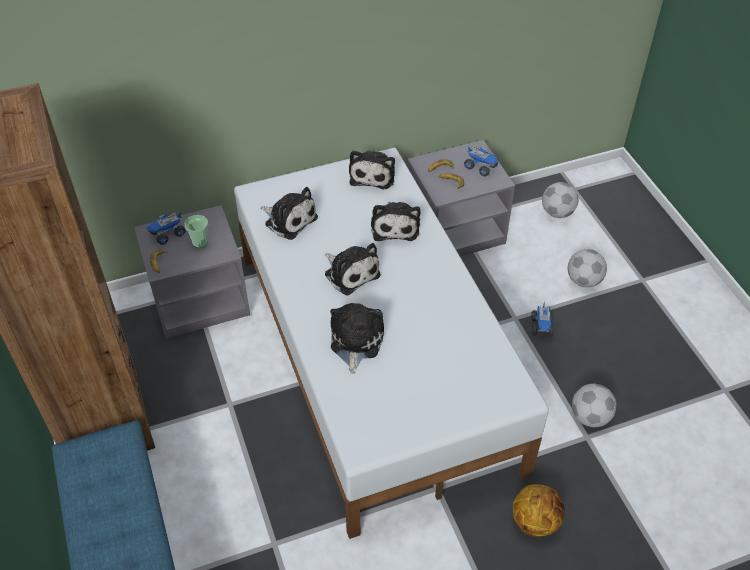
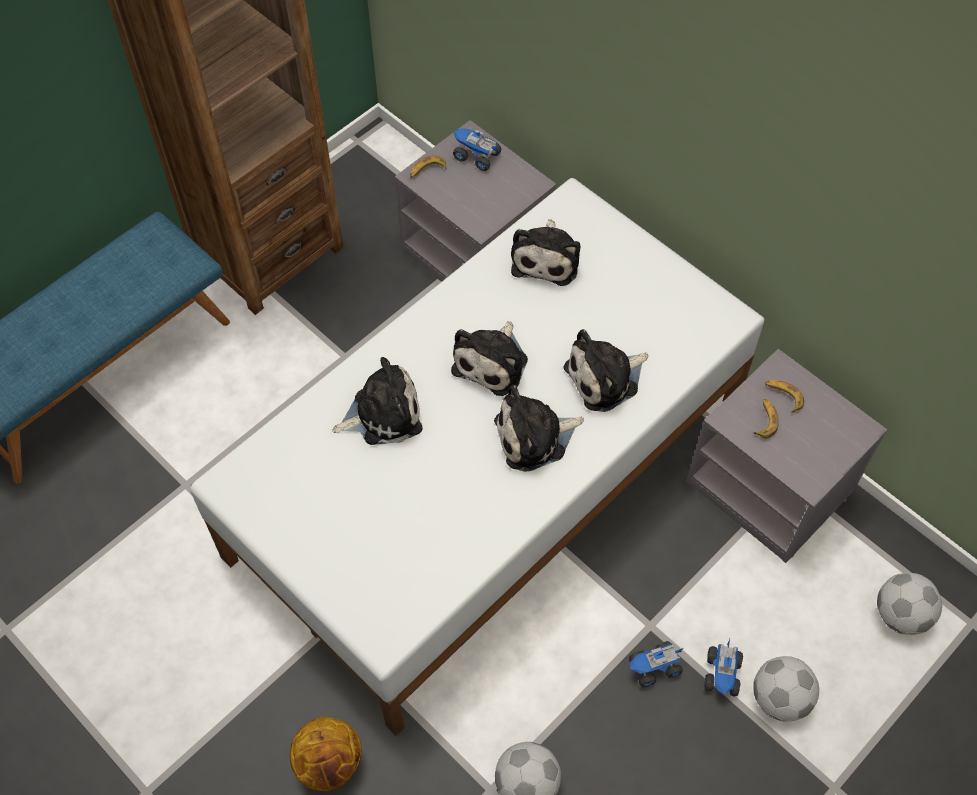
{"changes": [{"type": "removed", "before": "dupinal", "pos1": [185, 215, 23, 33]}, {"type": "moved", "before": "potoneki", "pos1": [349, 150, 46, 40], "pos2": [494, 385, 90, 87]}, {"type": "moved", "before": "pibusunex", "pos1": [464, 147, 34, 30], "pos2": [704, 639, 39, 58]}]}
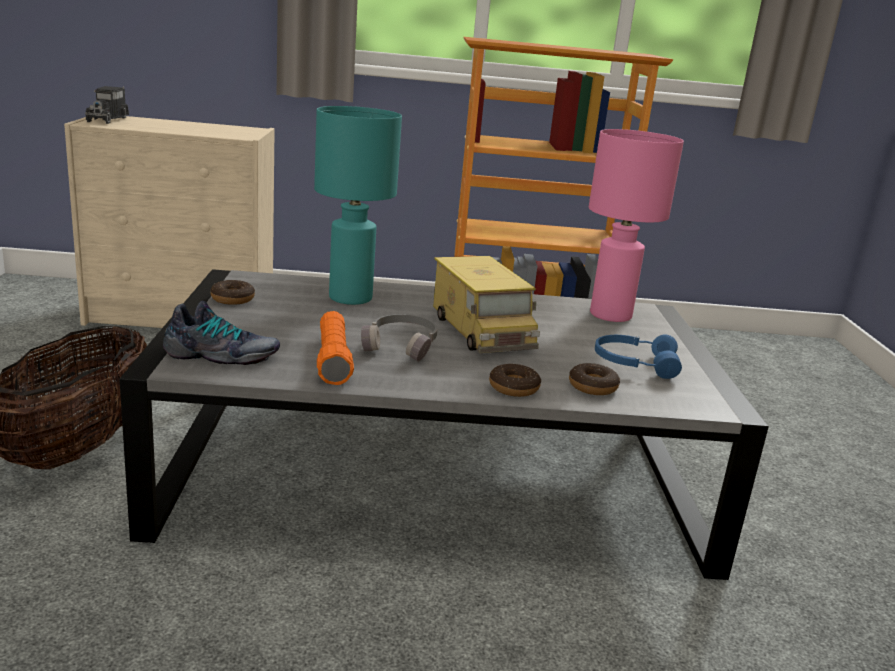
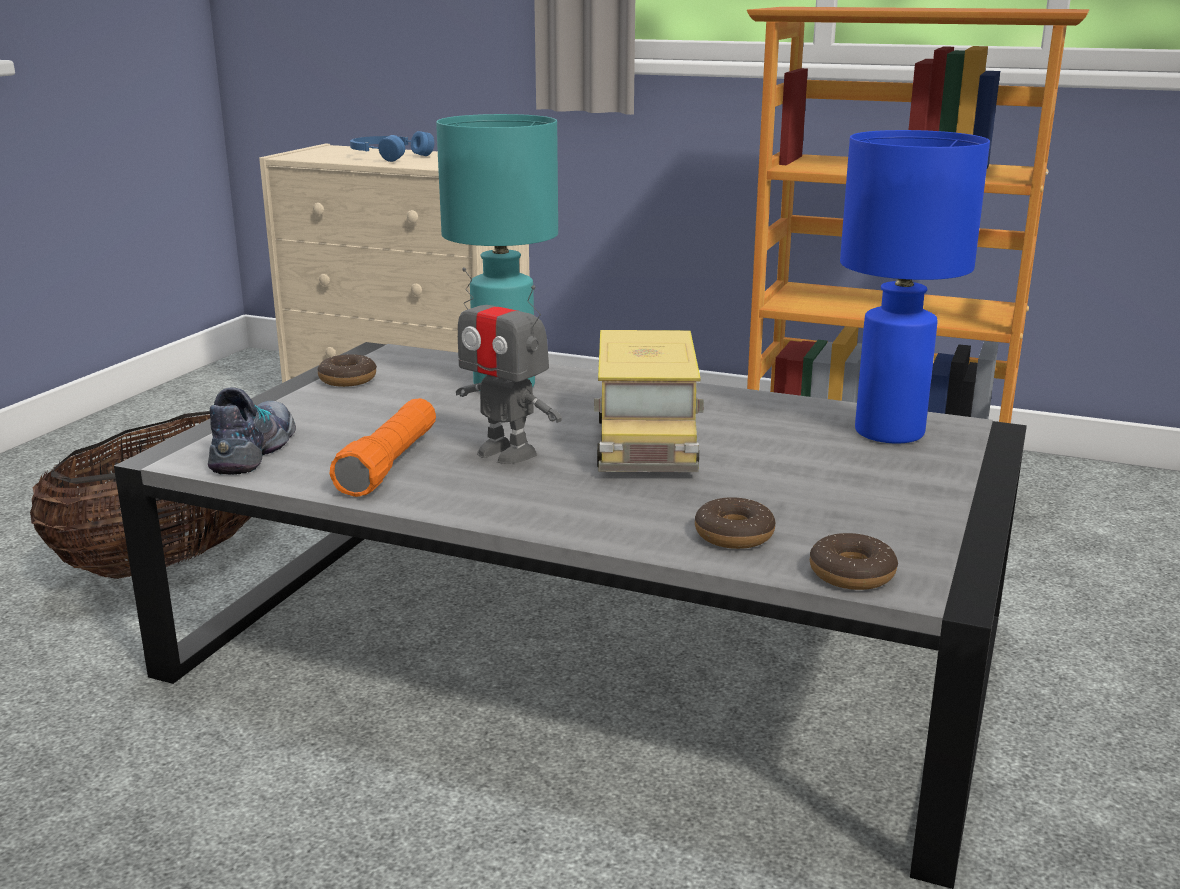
{"changes": [{"type": "removed", "before": "pibusunex", "pos1": [85, 86, 44, 38]}, {"type": "moved", "before": "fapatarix", "pos1": [489, 364, 52, 33], "pos2": [810, 533, 88, 57]}, {"type": "moved", "before": "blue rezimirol", "pos1": [595, 334, 87, 45], "pos2": [350, 131, 84, 31]}, {"type": "replaced", "before": "grey rezimirol", "after": "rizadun", "pos1": [361, 314, 76, 47], "pos2": [456, 267, 106, 197]}, {"type": "recoloured", "before": "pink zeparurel", "after": "blue zeparurel", "pos1": [589, 129, 95, 193], "pos2": [840, 130, 150, 313]}, {"type": "turned", "before": "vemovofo", "pos1": [163, 301, 117, 64], "pos2": [208, 387, 88, 88], "turn": -105}]}
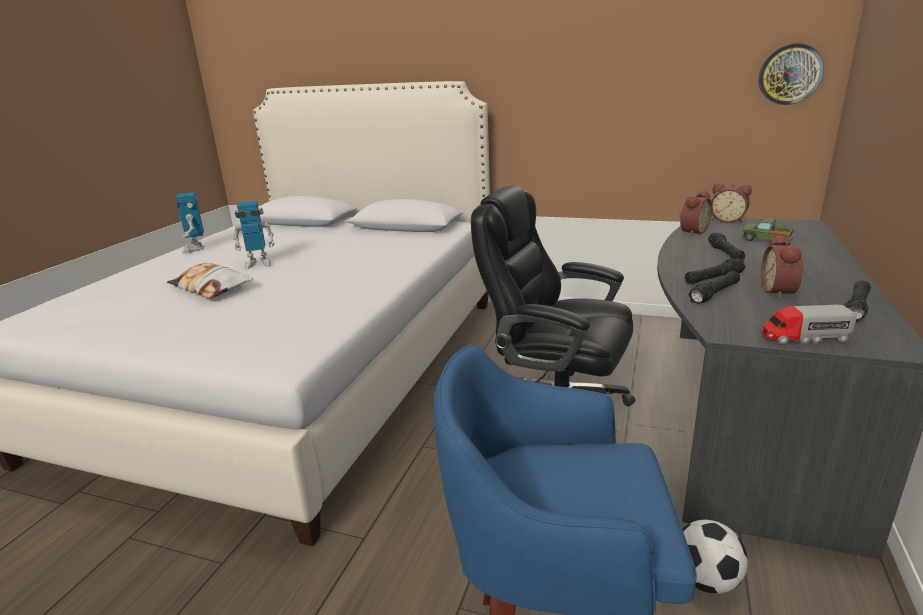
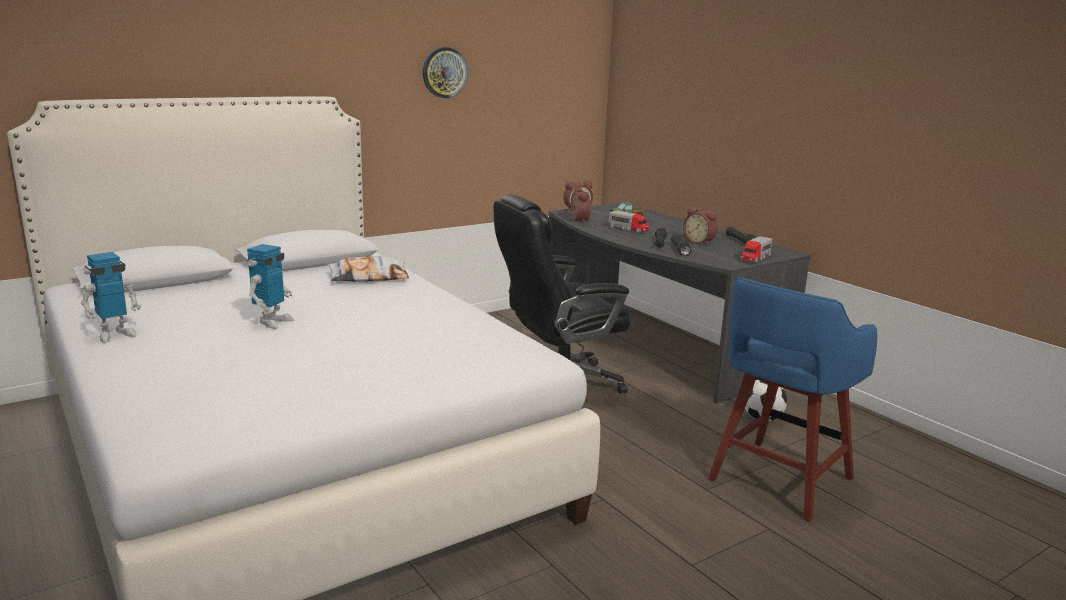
{"changes": [{"type": "moved", "before": "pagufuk", "pos1": [167, 263, 86, 35], "pos2": [327, 256, 82, 26]}, {"type": "moved", "before": "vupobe", "pos1": [759, 43, 65, 62], "pos2": [423, 47, 45, 51]}, {"type": "replaced", "before": "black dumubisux", "after": "pibusunex", "pos1": [708, 232, 37, 28], "pos2": [609, 210, 40, 23]}, {"type": "turned", "before": "rizadun", "pos1": [176, 192, 28, 62], "pos2": [81, 252, 60, 91], "turn": -60}]}
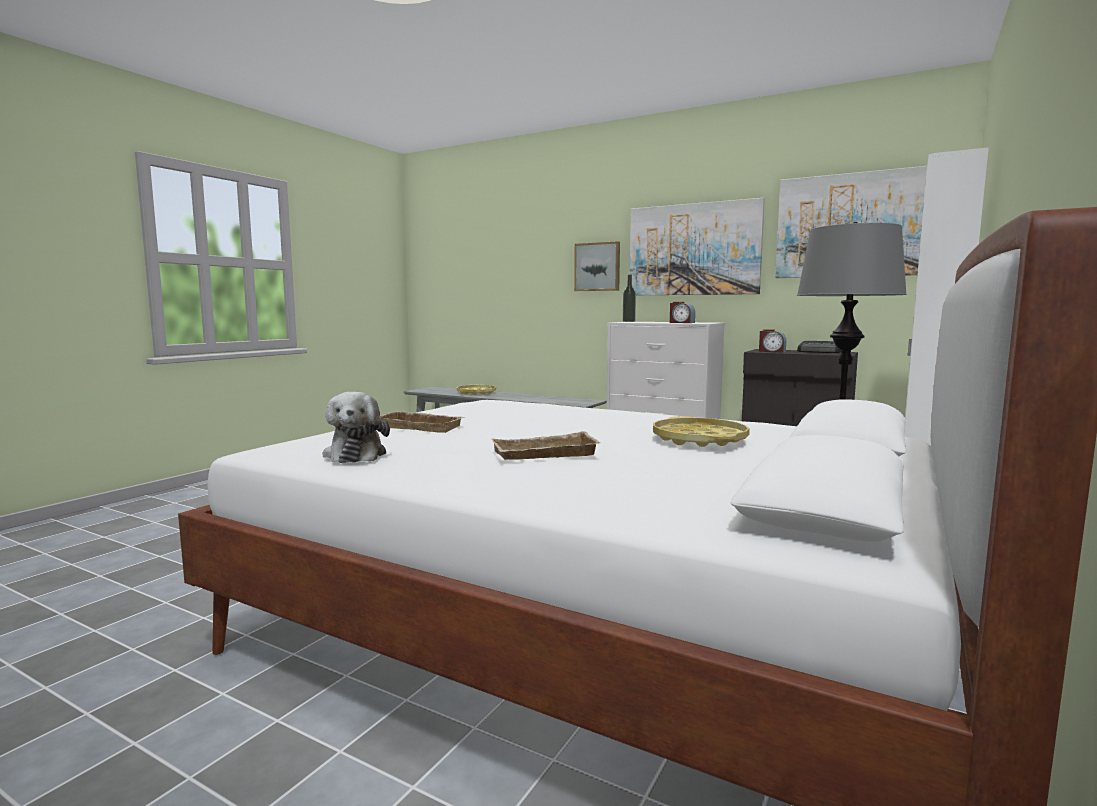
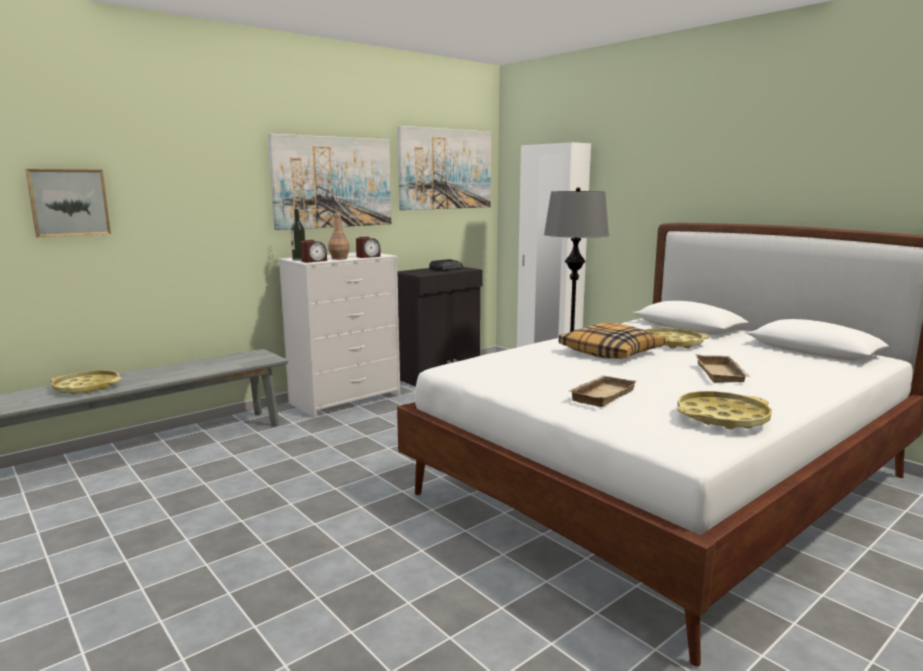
{"changes": [{"type": "added", "after": "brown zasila", "pos2": [328, 213, 22, 47]}, {"type": "added", "after": "pagufuk", "pos2": [559, 323, 106, 36]}, {"type": "moved", "before": "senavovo", "pos1": [574, 241, 46, 50], "pos2": [25, 169, 86, 69]}, {"type": "moved", "before": "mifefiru", "pos1": [759, 329, 27, 24], "pos2": [300, 240, 27, 23]}, {"type": "replaced", "before": "potoneki", "after": "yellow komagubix", "pos1": [322, 392, 68, 71], "pos2": [677, 391, 95, 38]}]}
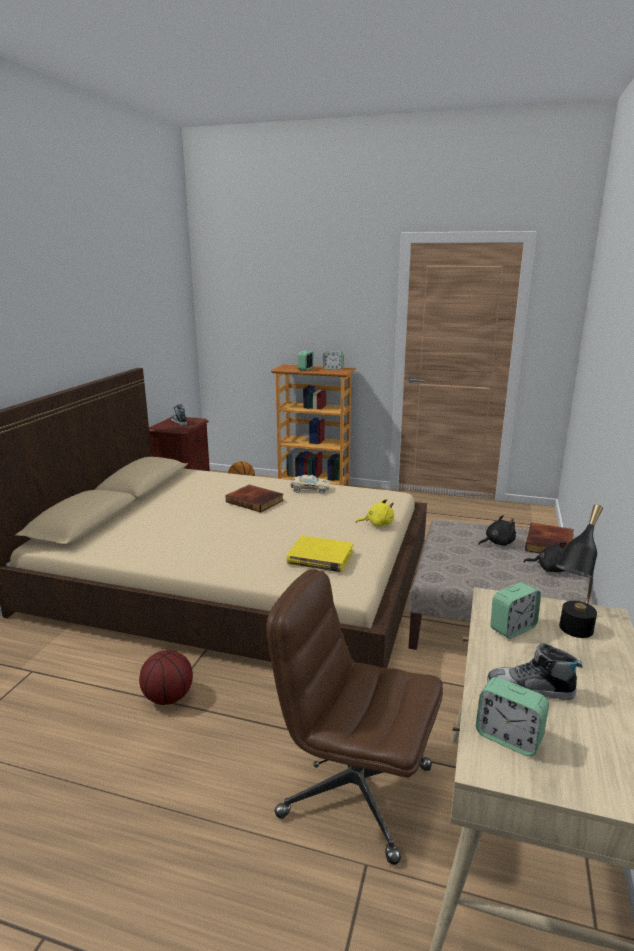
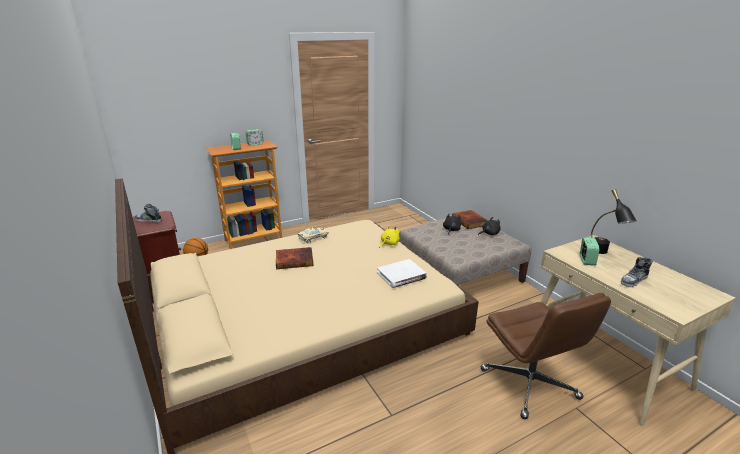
{"changes": [{"type": "removed", "before": "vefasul", "pos1": [139, 650, 54, 55]}, {"type": "removed", "before": "mifefiru", "pos1": [476, 677, 73, 79]}, {"type": "recoloured", "before": "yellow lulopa", "after": "white lulopa", "pos1": [286, 536, 68, 36], "pos2": [377, 259, 50, 29]}, {"type": "turned", "before": "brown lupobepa", "pos1": [266, 569, 177, 296], "pos2": [481, 293, 130, 126], "turn": -90}]}
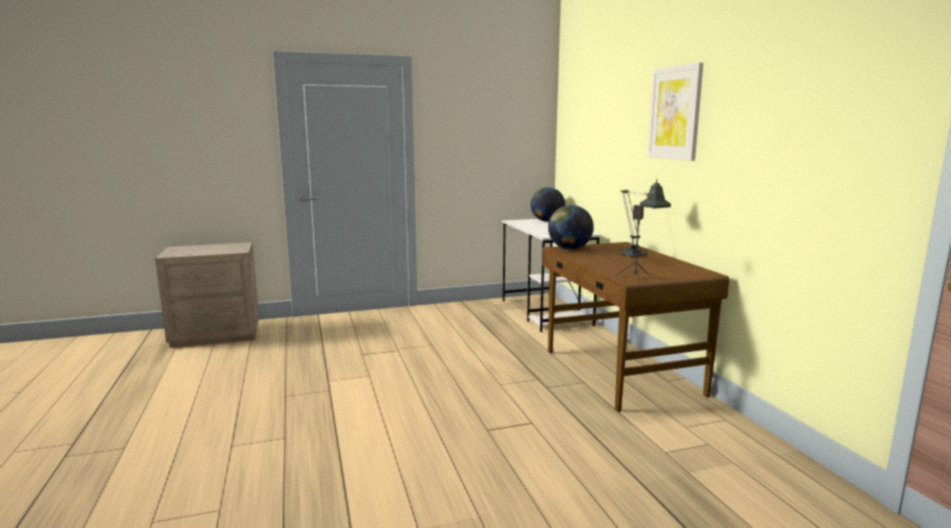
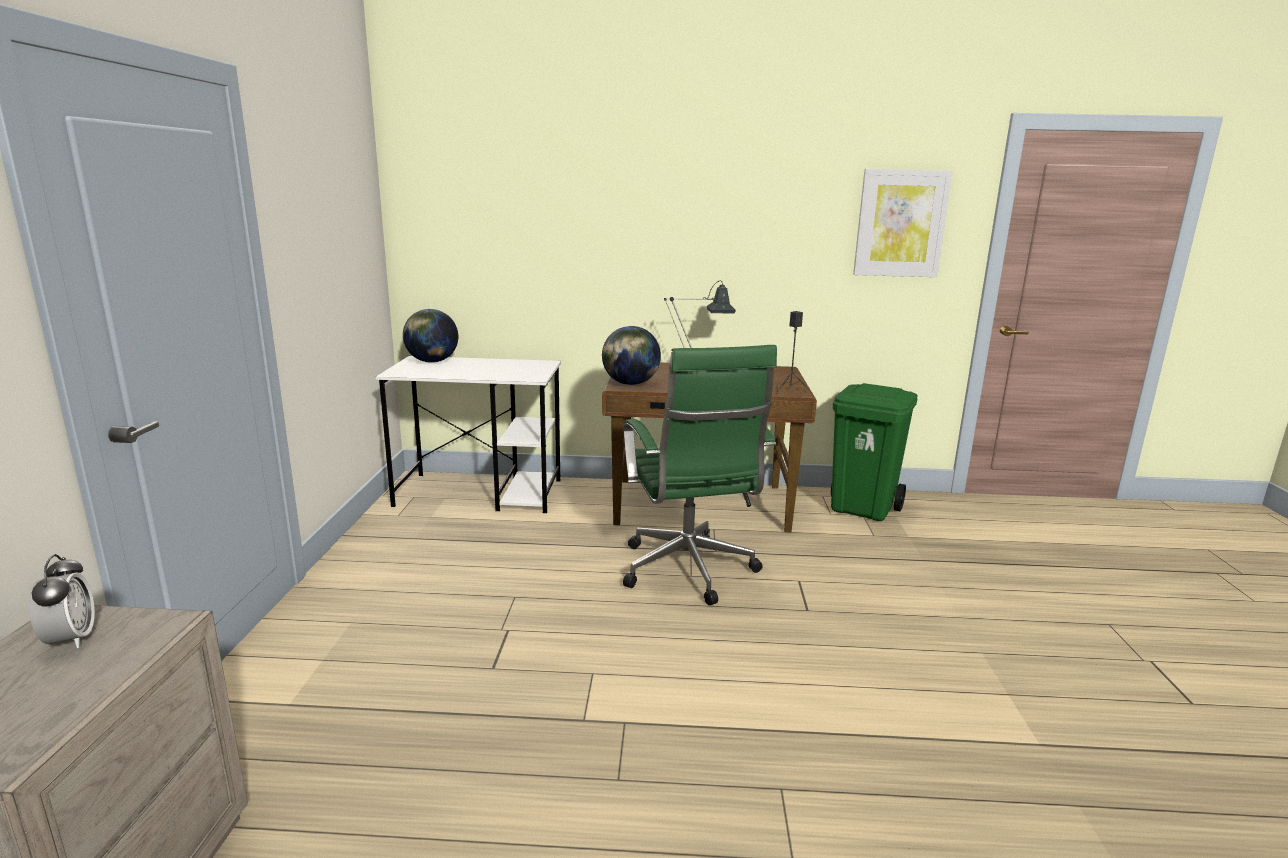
{"changes": [{"type": "added", "after": "mifefiru", "pos2": [29, 554, 66, 94]}, {"type": "added", "after": "green lupobepa", "pos2": [623, 345, 154, 260]}, {"type": "added", "after": "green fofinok", "pos2": [831, 383, 86, 138]}, {"type": "moved", "before": "senavovo", "pos1": [648, 62, 55, 99], "pos2": [853, 169, 99, 108]}]}
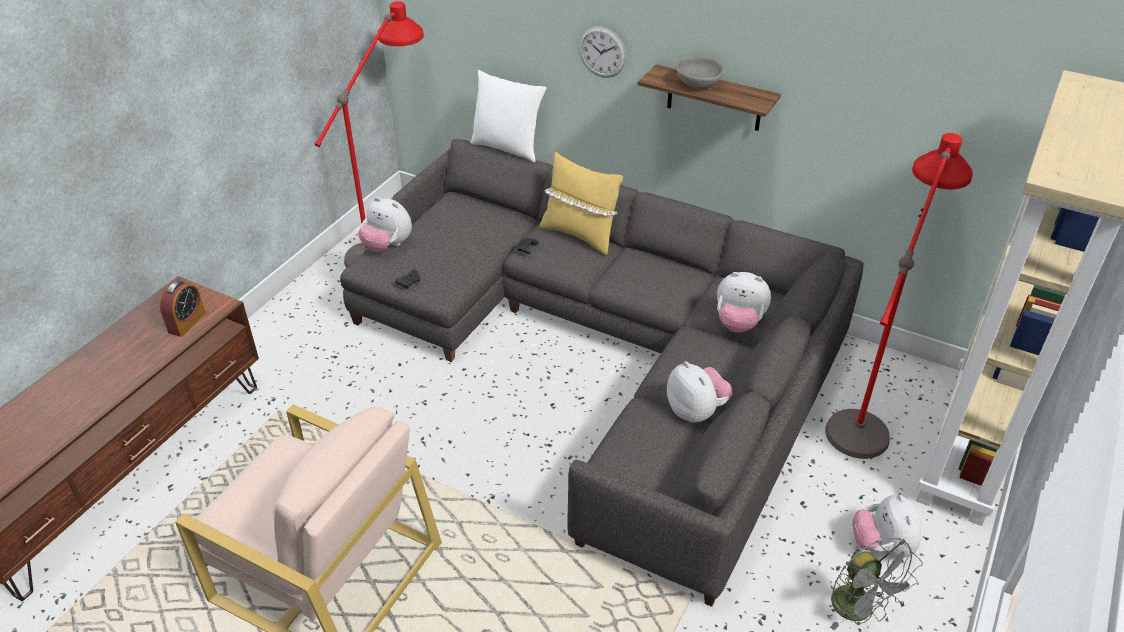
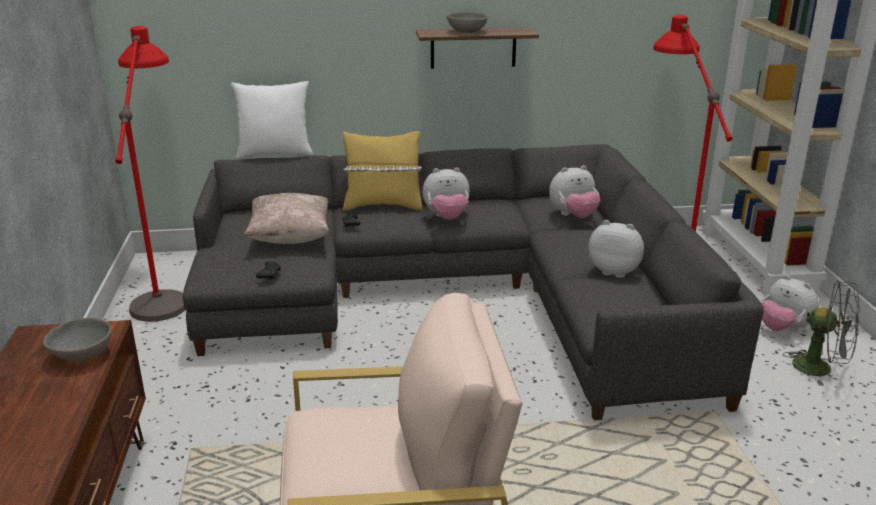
{"changes": [{"type": "removed", "before": "vupobe", "pos1": [578, 26, 48, 52]}, {"type": "added", "after": "beige pagufuk", "pos2": [244, 193, 85, 51]}, {"type": "moved", "before": "potoneki", "pos1": [358, 197, 54, 55], "pos2": [423, 167, 47, 53]}, {"type": "replaced", "before": "mifefiru", "after": "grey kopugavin", "pos1": [160, 280, 46, 57], "pos2": [43, 318, 69, 43]}]}
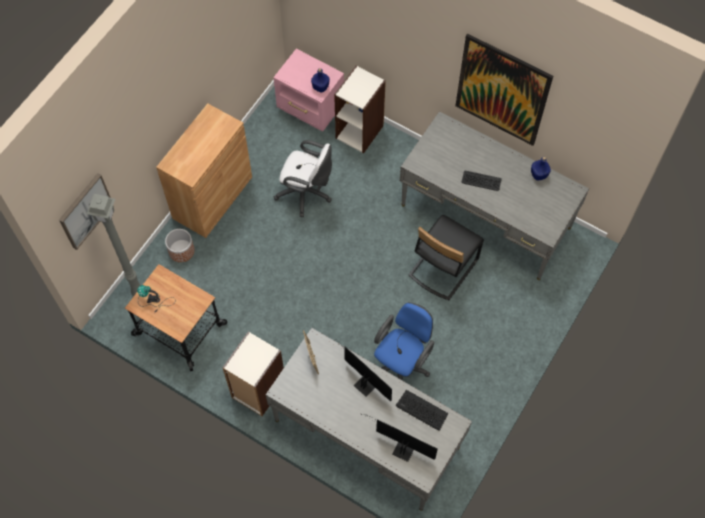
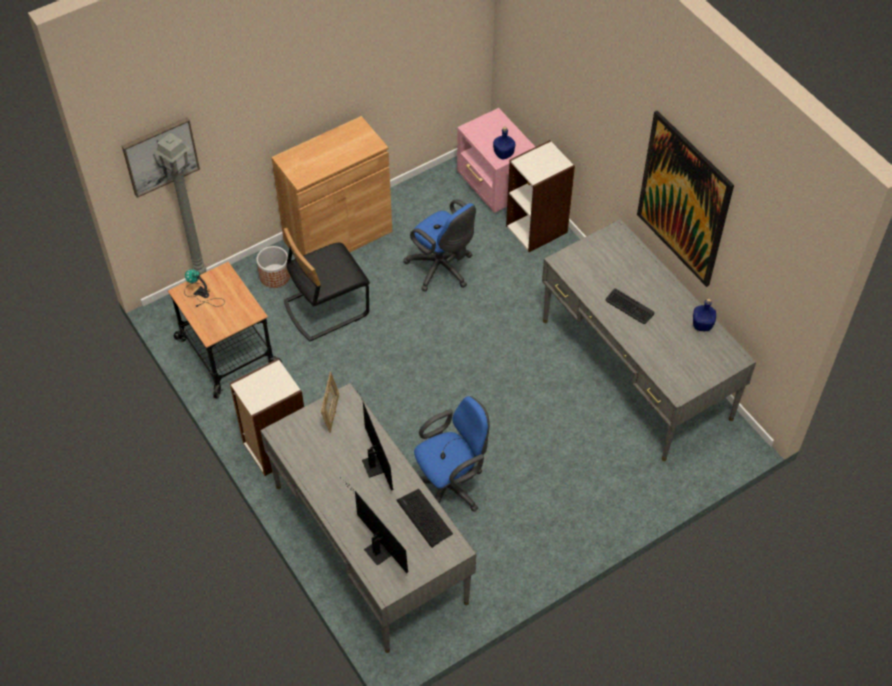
{"changes": [{"type": "moved", "before": "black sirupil", "pos1": [409, 215, 75, 86], "pos2": [284, 228, 86, 114]}, {"type": "recoloured", "before": "white lupobepa", "after": "blue lupobepa", "pos1": [274, 140, 58, 77], "pos2": [403, 200, 73, 92]}]}
